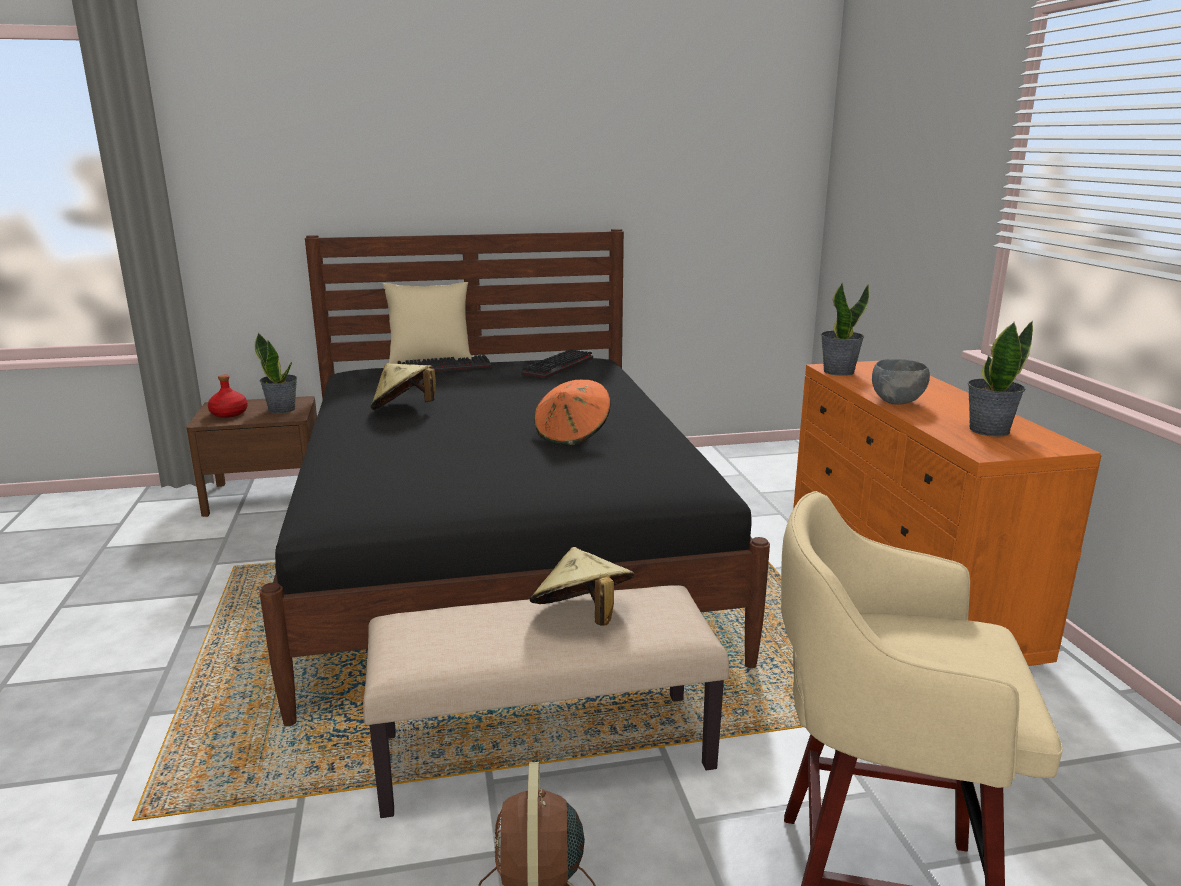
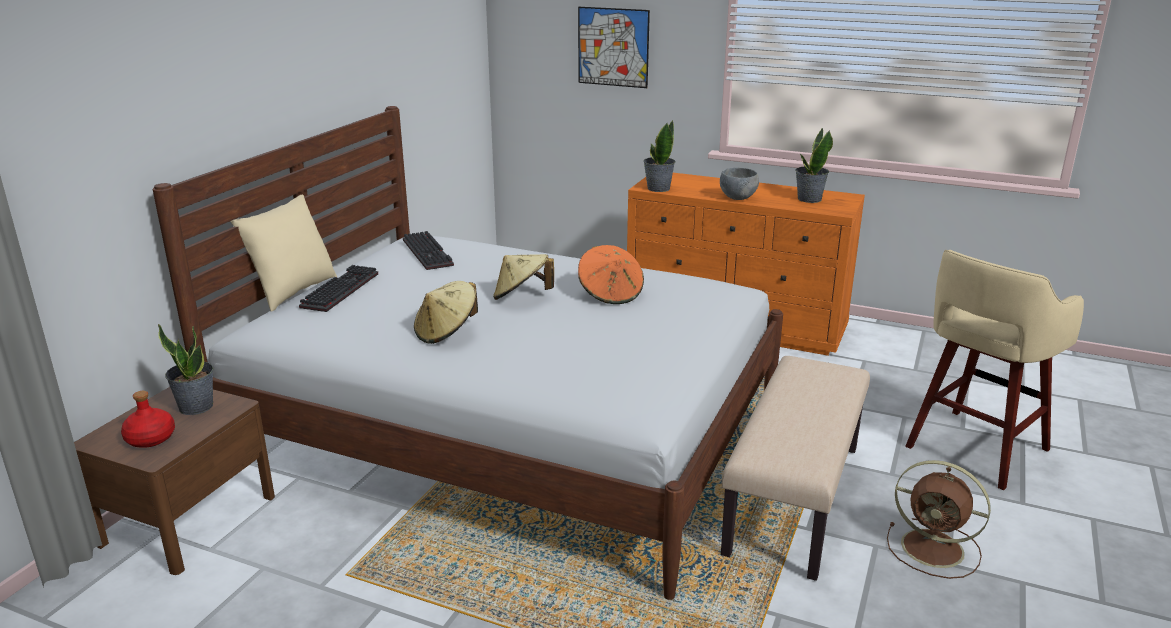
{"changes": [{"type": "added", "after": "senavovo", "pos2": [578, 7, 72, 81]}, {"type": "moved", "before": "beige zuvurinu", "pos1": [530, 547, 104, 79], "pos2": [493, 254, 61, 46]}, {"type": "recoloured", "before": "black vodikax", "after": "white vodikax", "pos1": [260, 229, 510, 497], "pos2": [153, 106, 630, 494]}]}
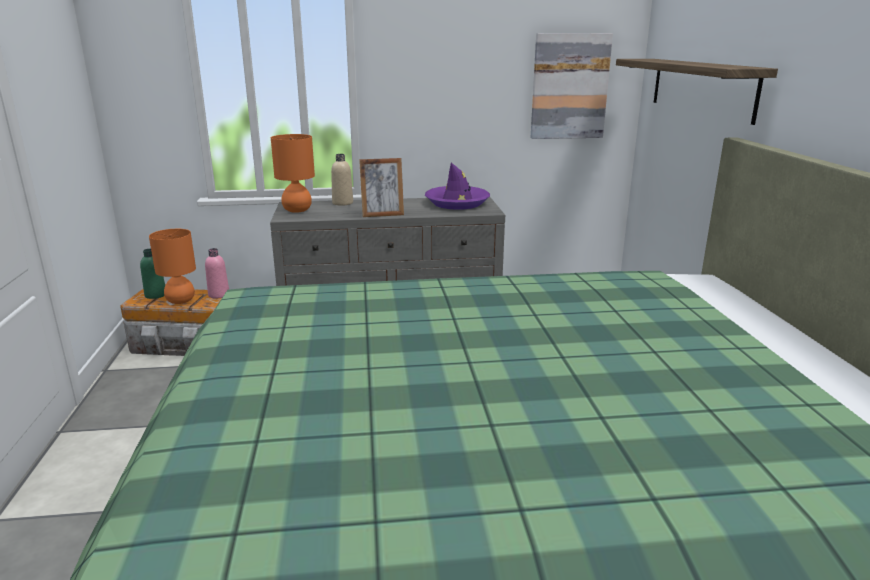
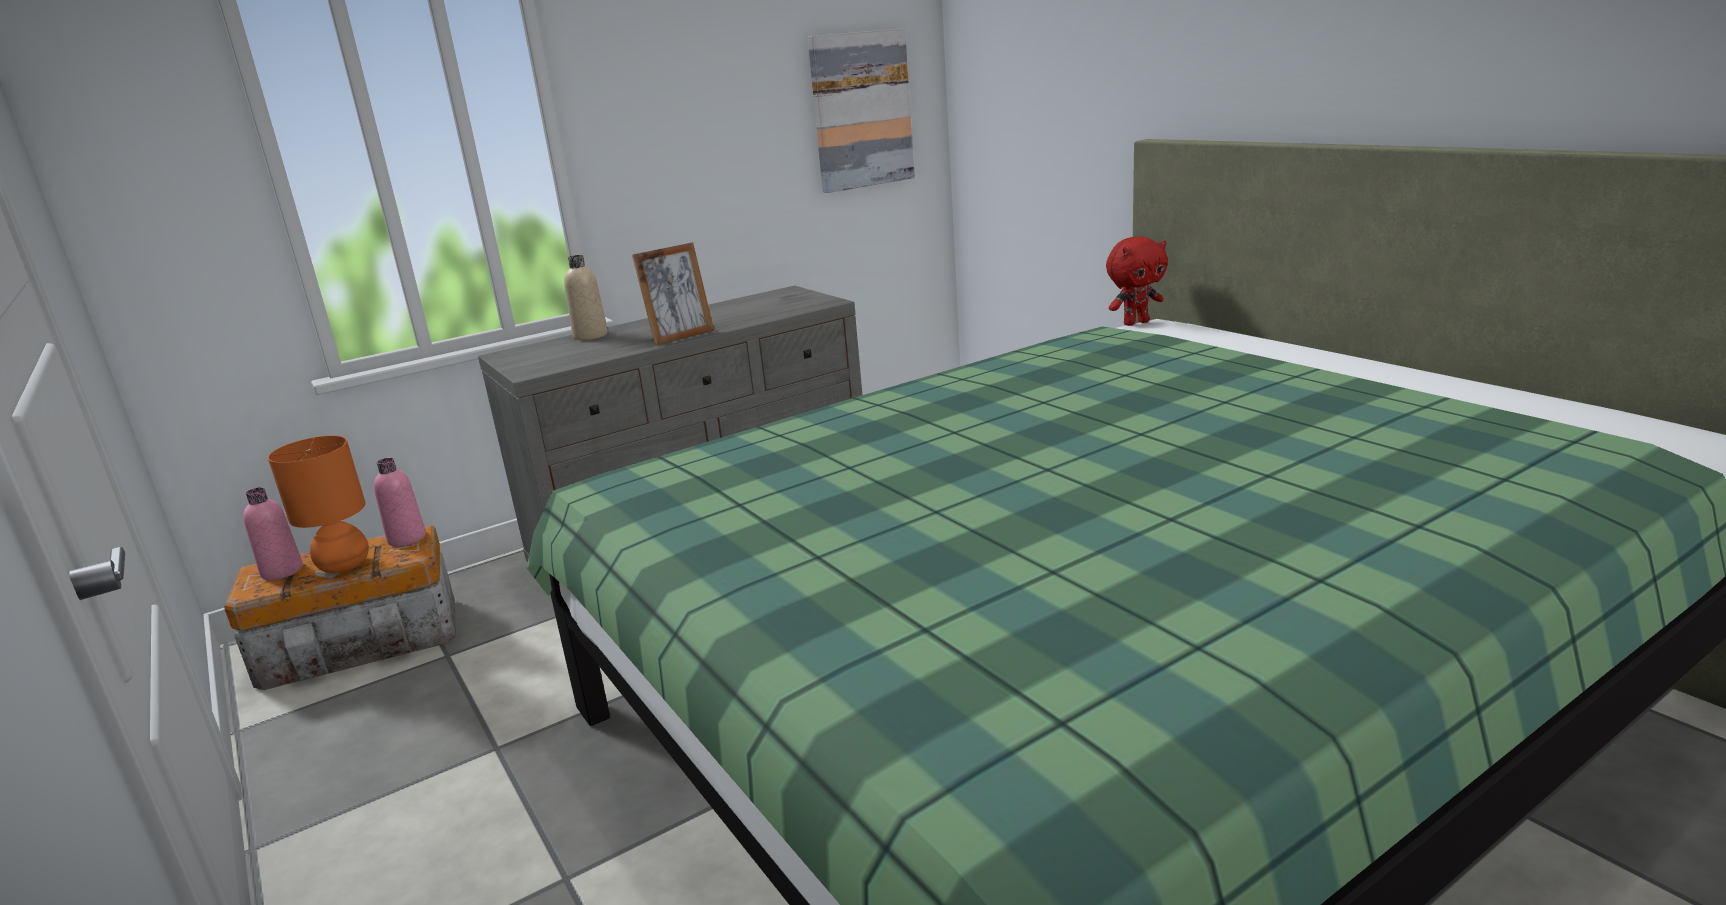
{"changes": [{"type": "removed", "before": "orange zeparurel", "pos1": [271, 134, 44, 79]}, {"type": "removed", "before": "purple zuvurinu", "pos1": [425, 163, 65, 47]}, {"type": "removed", "before": "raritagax", "pos1": [616, 59, 162, 66]}, {"type": "added", "after": "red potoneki", "pos2": [1106, 236, 62, 90]}, {"type": "recoloured", "before": "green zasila", "after": "pink zasila", "pos1": [140, 249, 25, 50], "pos2": [243, 487, 60, 93]}]}
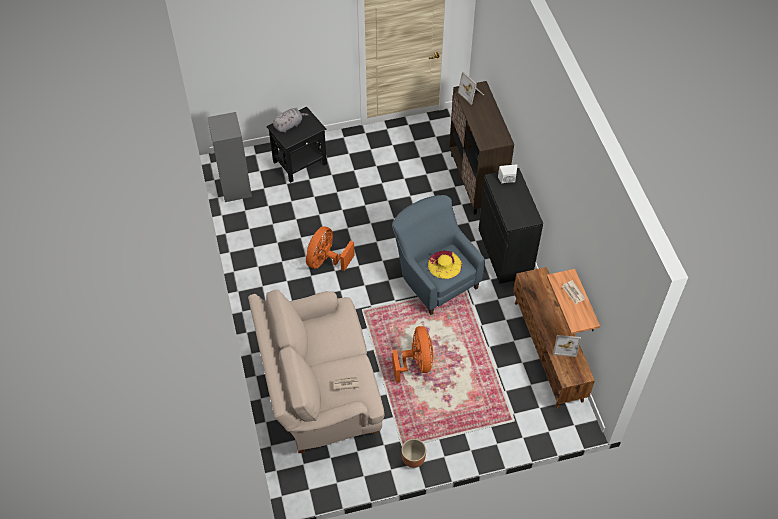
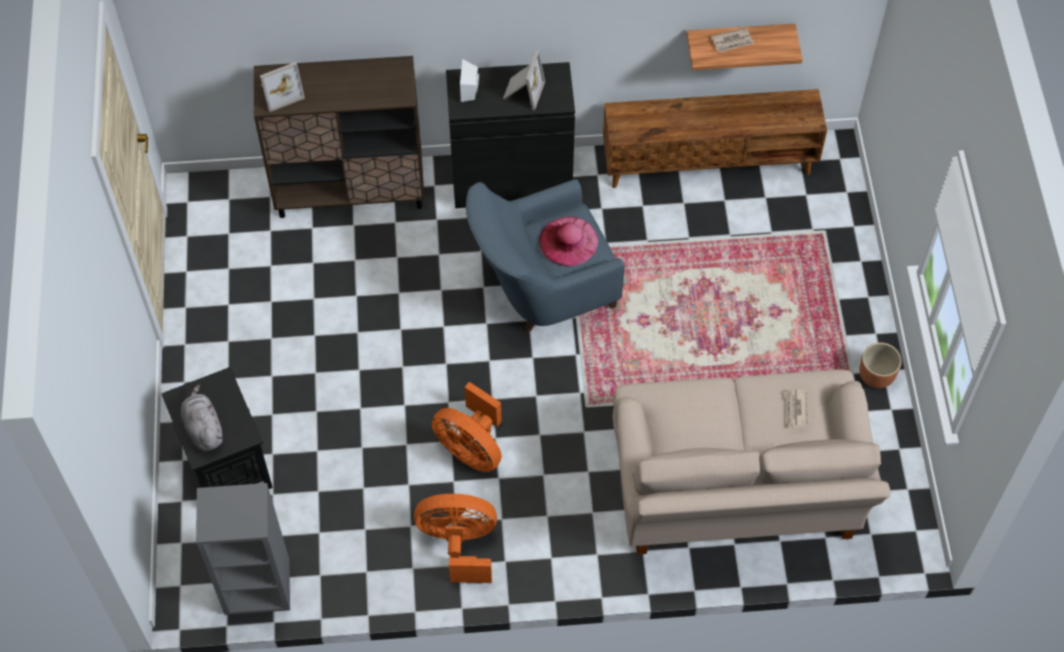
{"changes": [{"type": "moved", "before": "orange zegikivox", "pos1": [392, 326, 41, 57], "pos2": [414, 494, 83, 89]}, {"type": "moved", "before": "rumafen", "pos1": [553, 335, 28, 22], "pos2": [503, 50, 42, 60]}, {"type": "recoloured", "before": "yellow zuvurinu", "after": "pink zuvurinu", "pos1": [428, 251, 34, 28], "pos2": [539, 216, 59, 50]}]}
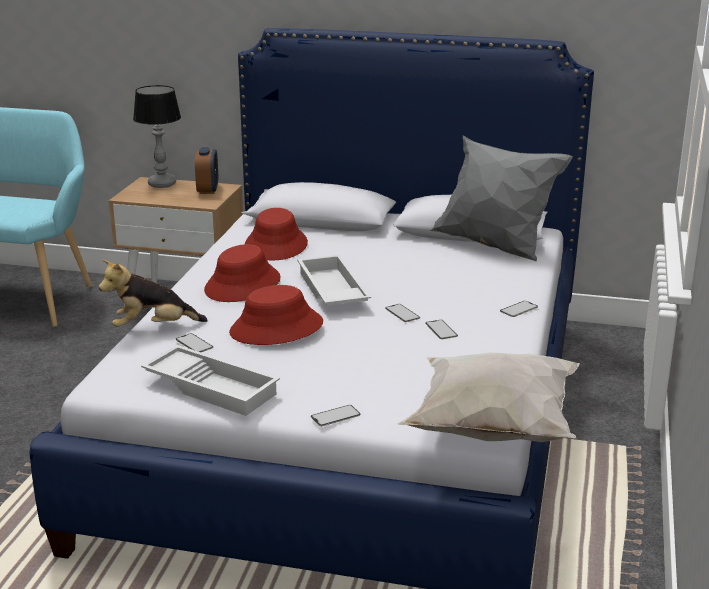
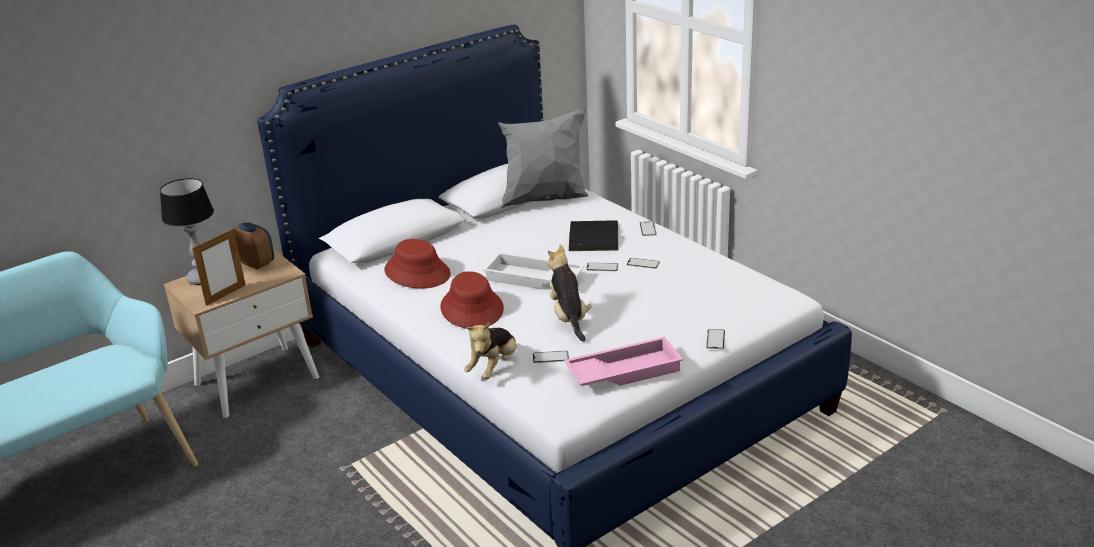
{"changes": [{"type": "removed", "before": "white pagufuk", "pos1": [397, 352, 183, 90]}, {"type": "added", "after": "rumafen", "pos2": [192, 229, 53, 77]}, {"type": "added", "after": "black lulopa", "pos2": [568, 220, 50, 31]}, {"type": "replaced", "before": "red zuvurinu", "after": "potoneki", "pos1": [229, 285, 94, 60], "pos2": [547, 244, 45, 98]}, {"type": "recoloured", "before": "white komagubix", "after": "pink komagubix", "pos1": [141, 345, 139, 71], "pos2": [564, 337, 119, 49]}]}
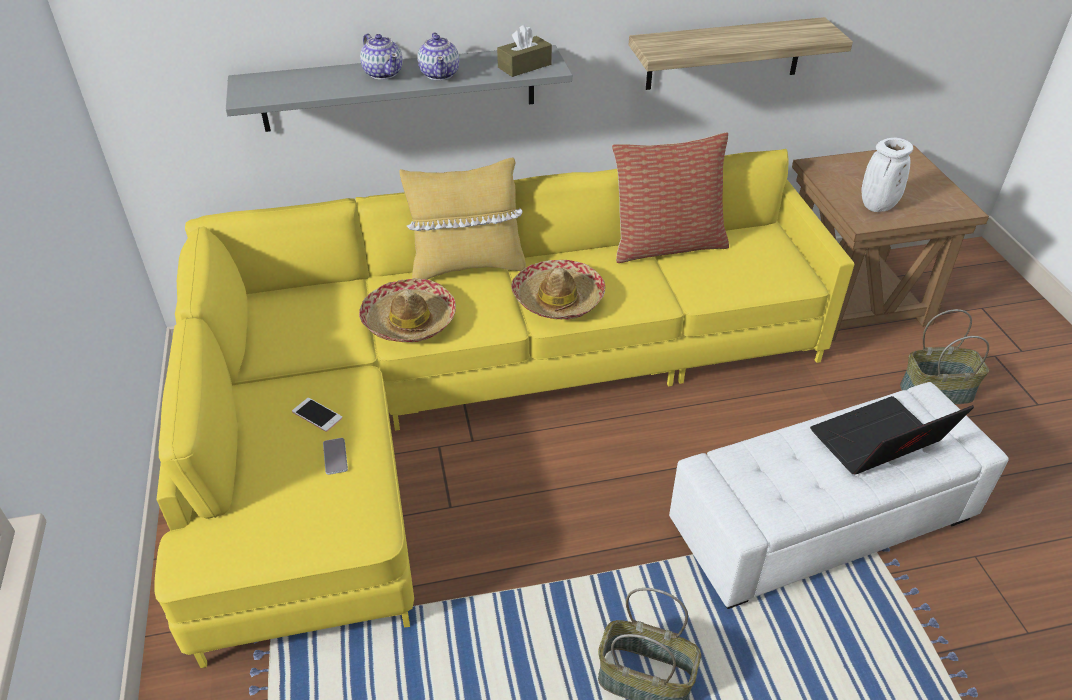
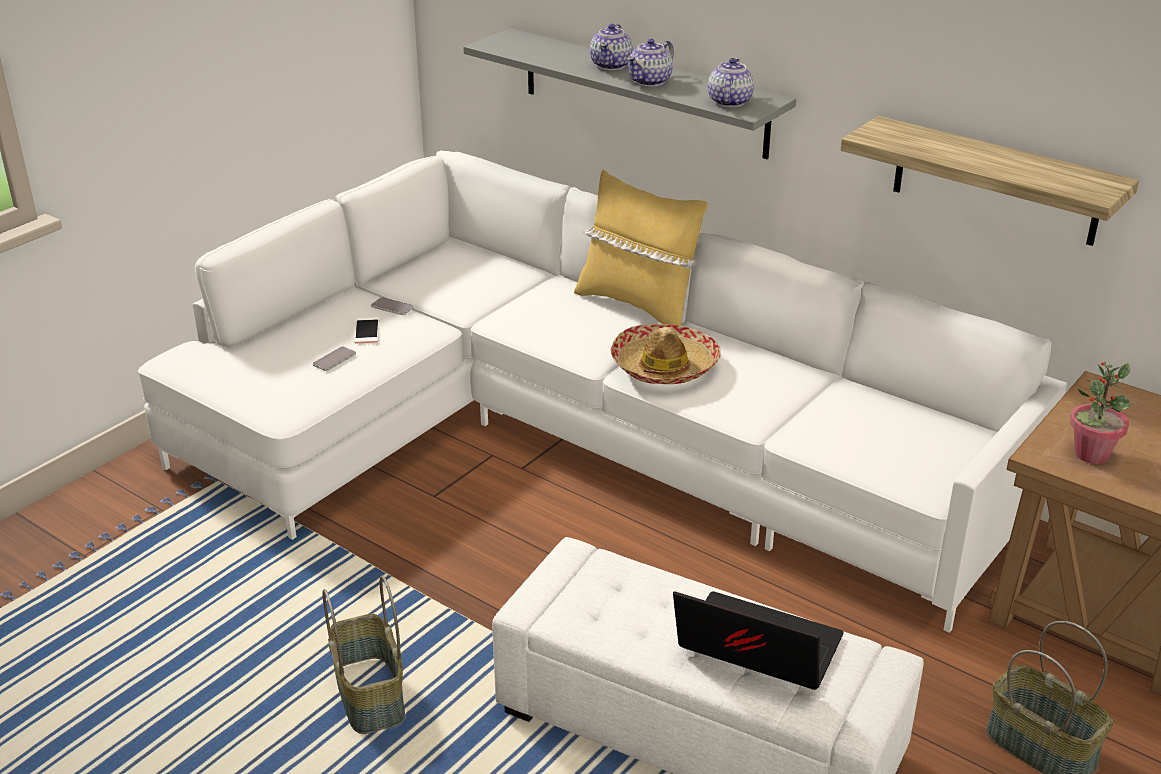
{"changes": [{"type": "removed", "before": "zuvurinu", "pos1": [359, 278, 97, 64]}, {"type": "removed", "before": "pagufuk", "pos1": [612, 132, 117, 131]}, {"type": "added", "after": "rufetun", "pos2": [371, 297, 42, 18]}, {"type": "replaced", "before": "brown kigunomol", "after": "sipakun", "pos1": [497, 24, 55, 53], "pos2": [708, 58, 46, 49]}, {"type": "replaced", "before": "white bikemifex", "after": "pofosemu", "pos1": [861, 138, 52, 74], "pos2": [1070, 361, 61, 103]}, {"type": "recoloured", "before": "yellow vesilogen", "after": "white vesilogen", "pos1": [154, 149, 700, 519], "pos2": [138, 151, 929, 482]}]}
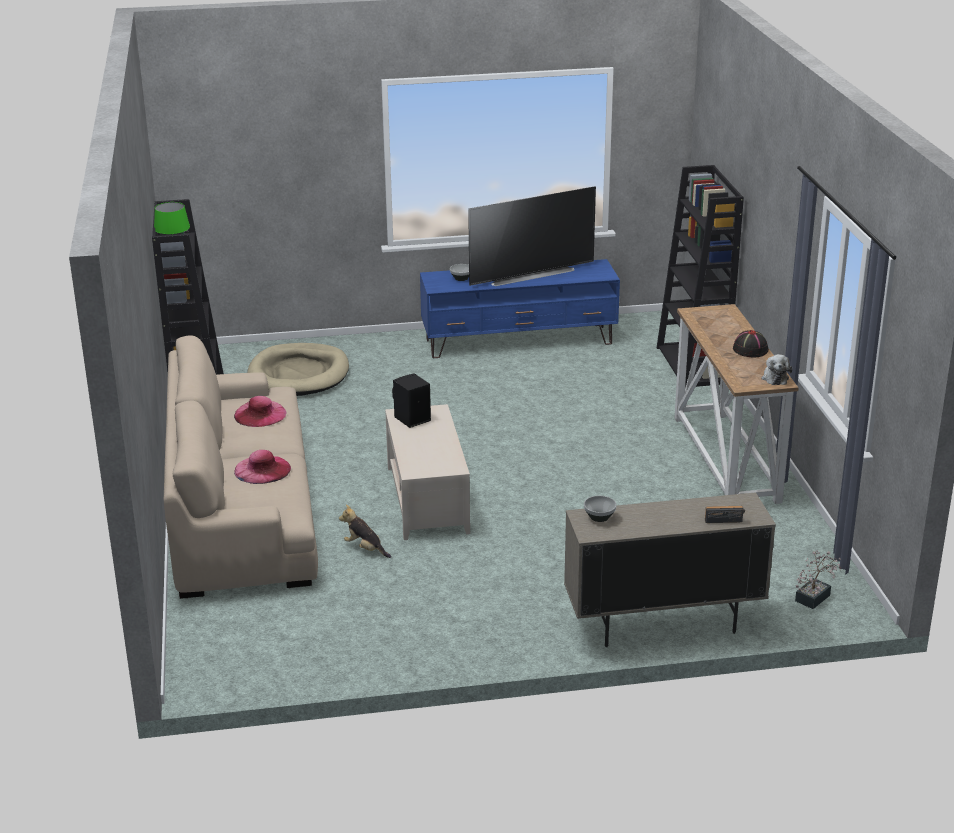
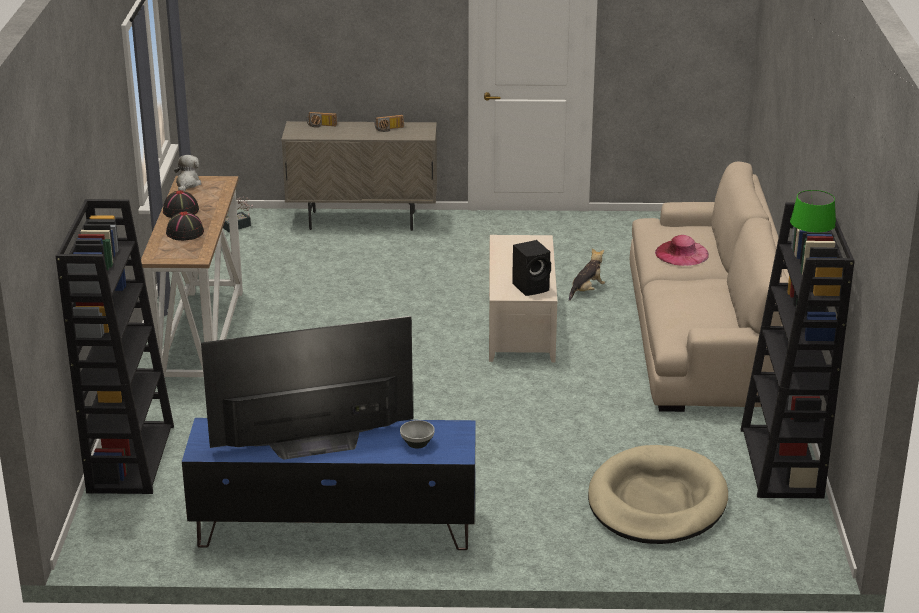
{"changes": [{"type": "removed", "before": "pink zuvurinu", "pos1": [234, 396, 53, 31]}, {"type": "removed", "before": "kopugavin", "pos1": [584, 496, 33, 26]}, {"type": "added", "after": "black zuvurinu", "pos2": [166, 211, 38, 30]}, {"type": "added", "after": "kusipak", "pos2": [374, 115, 30, 17]}, {"type": "turned", "before": "potoneki", "pos1": [339, 504, 52, 54], "pos2": [569, 248, 36, 53], "turn": -90}]}
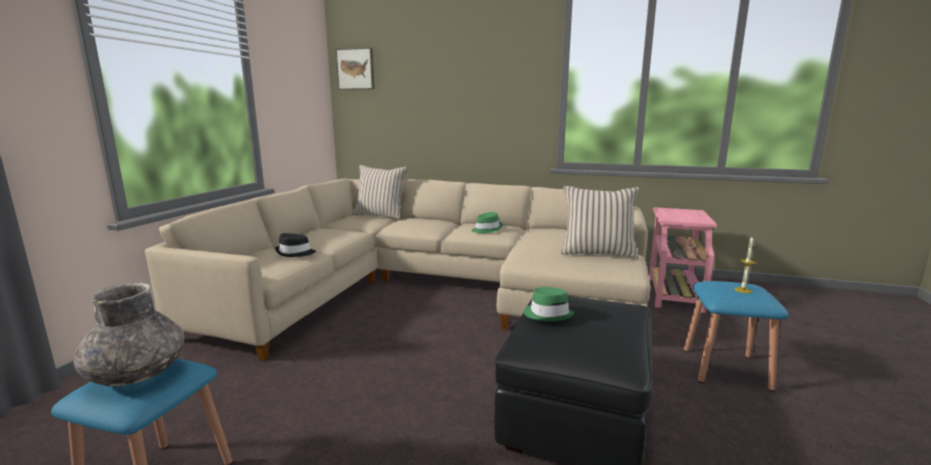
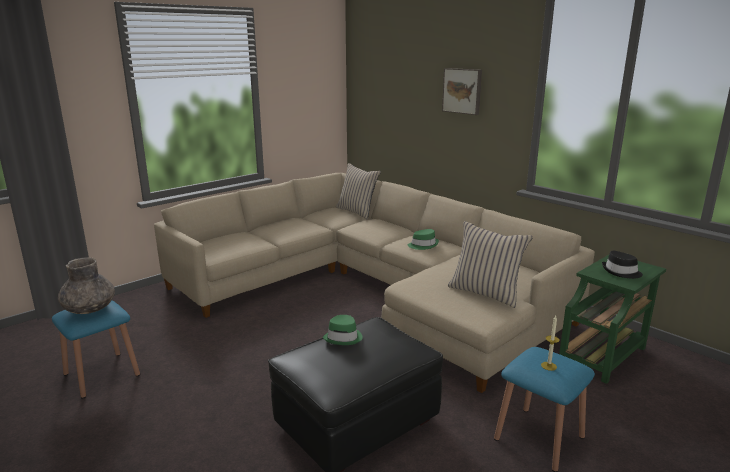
{"changes": [{"type": "moved", "before": "black zuvurinu", "pos1": [275, 233, 41, 24], "pos2": [602, 251, 41, 28]}, {"type": "moved", "before": "senavovo", "pos1": [336, 48, 39, 42], "pos2": [442, 68, 40, 47]}, {"type": "recoloured", "before": "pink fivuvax", "after": "green fivuvax", "pos1": [649, 207, 68, 106], "pos2": [559, 255, 107, 129]}]}
